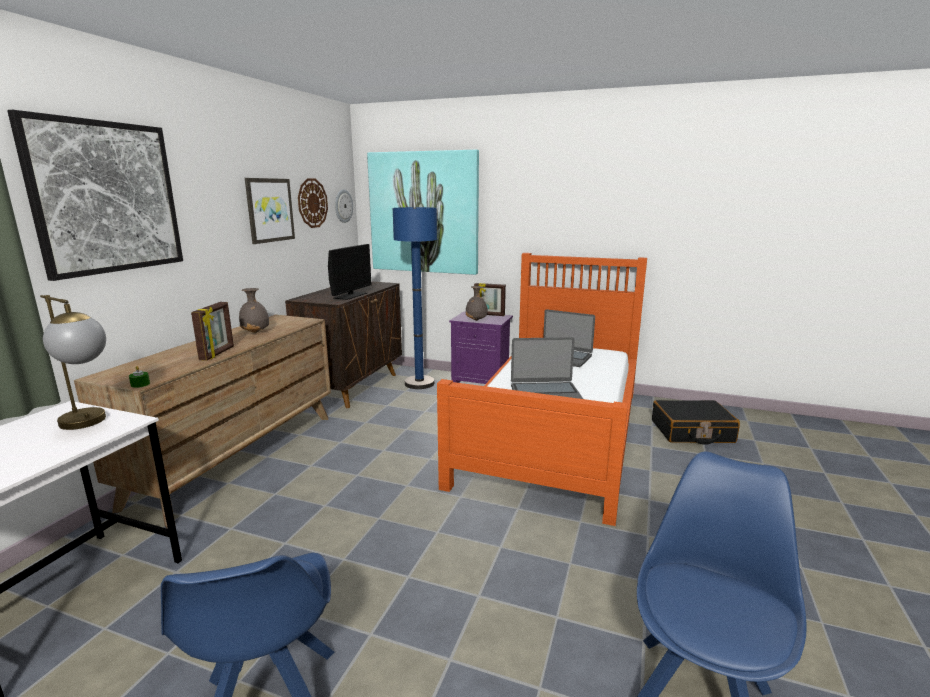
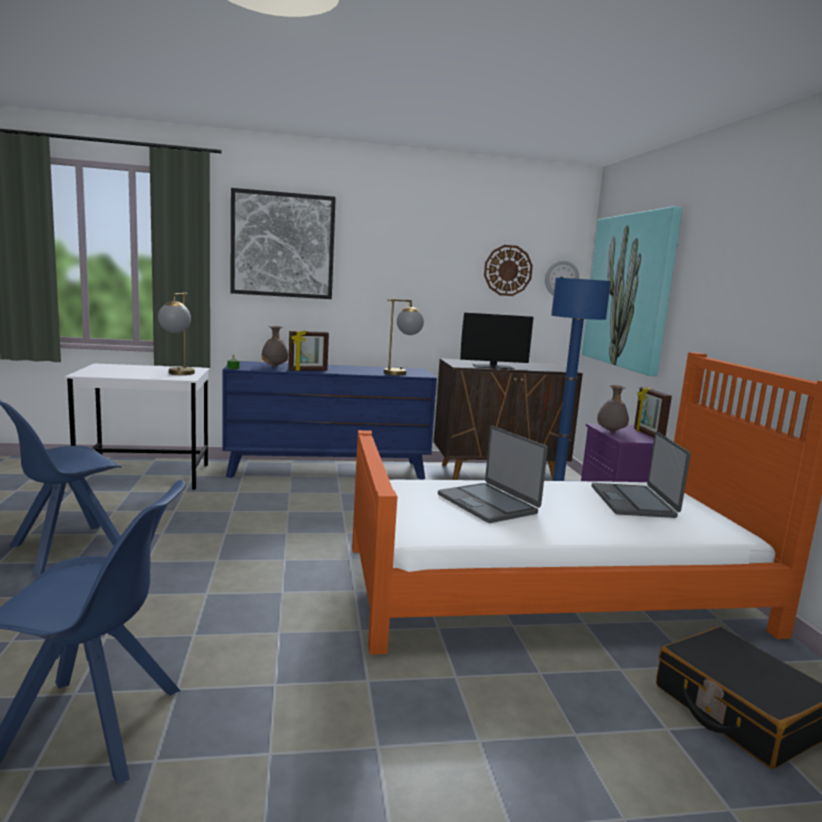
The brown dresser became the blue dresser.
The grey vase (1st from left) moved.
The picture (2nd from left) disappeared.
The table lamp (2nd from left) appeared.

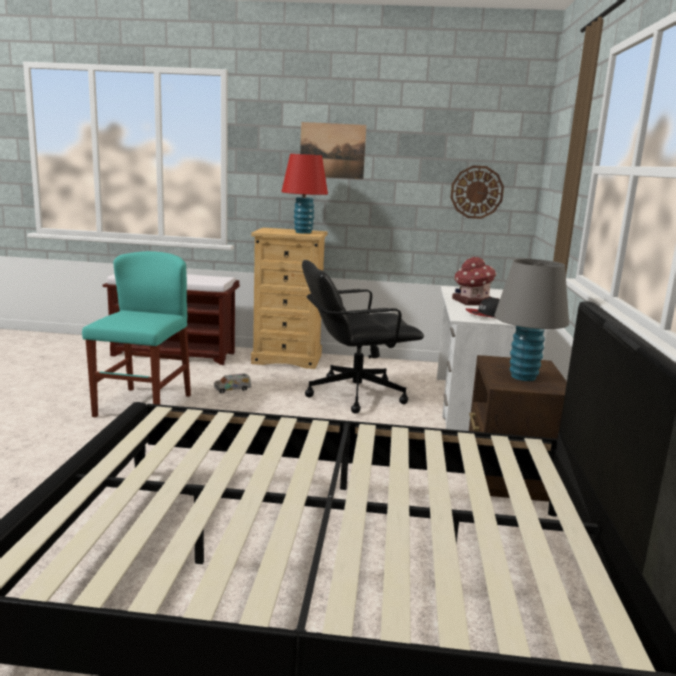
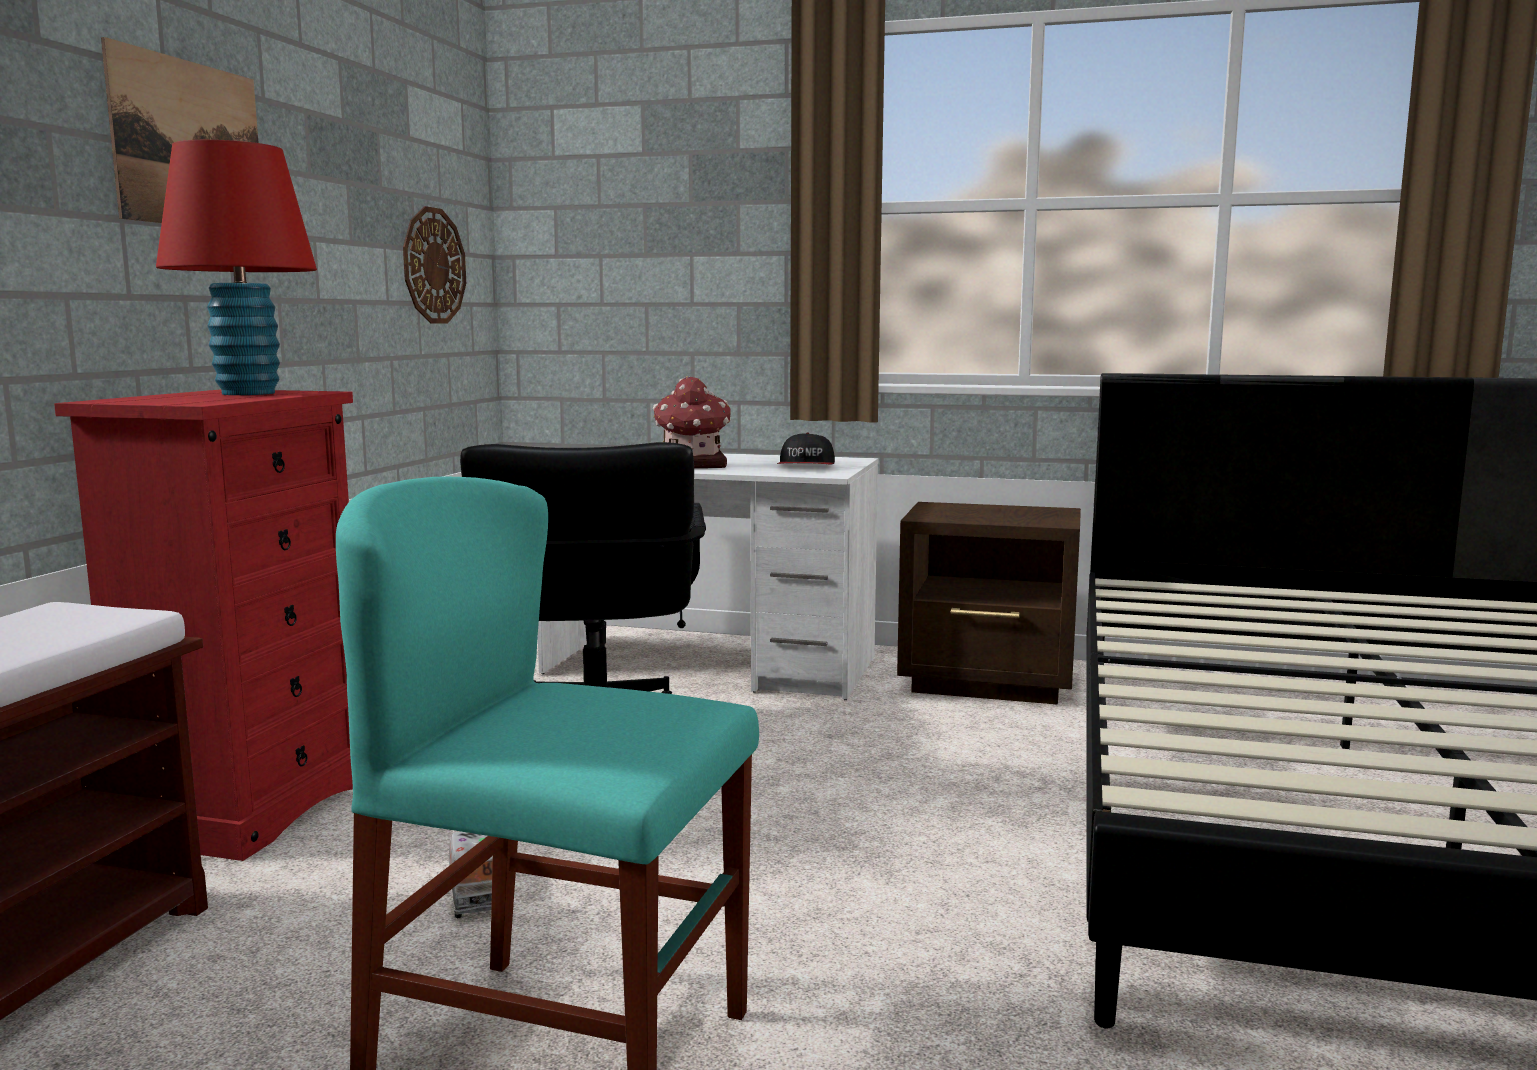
The beige dresser became the red dresser.
The grey table lamp disappeared.

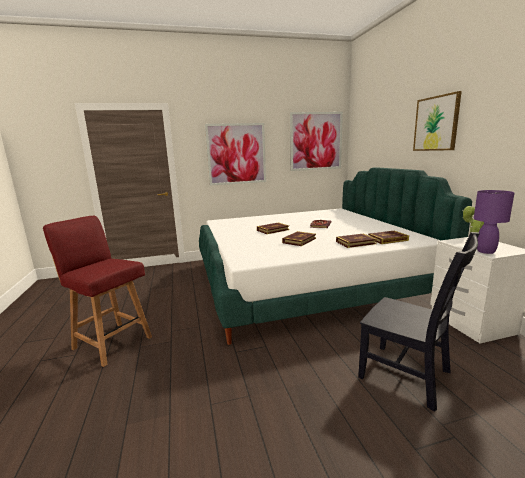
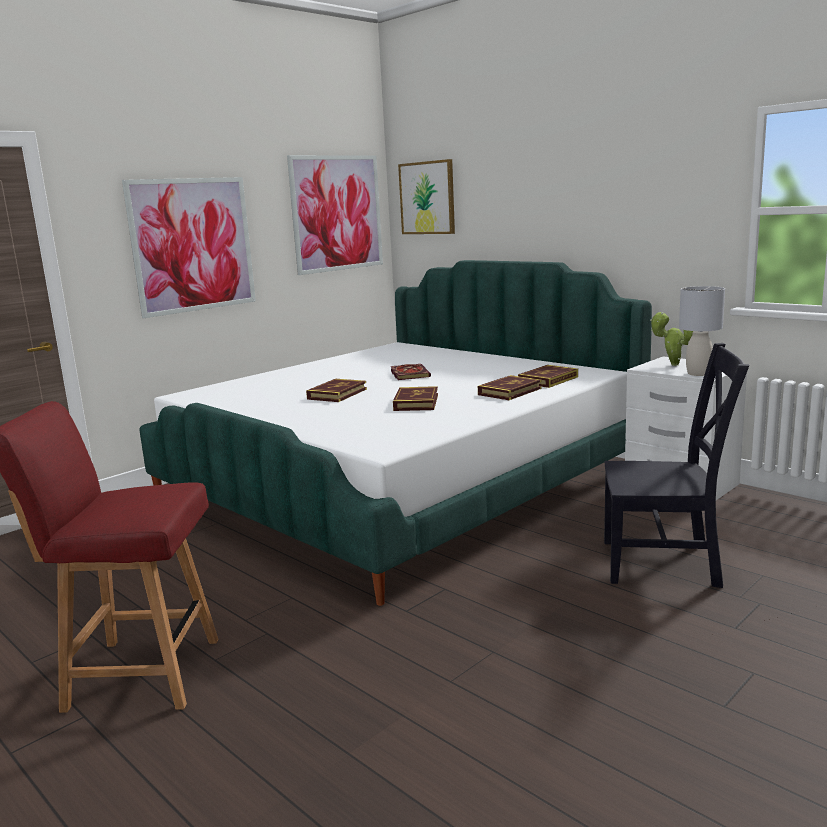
The picture (3rd from left) moved.
The purple table lamp became the grey table lamp.

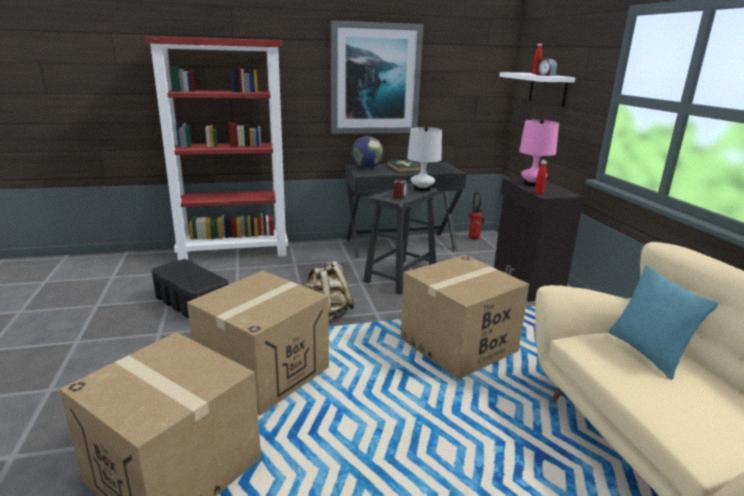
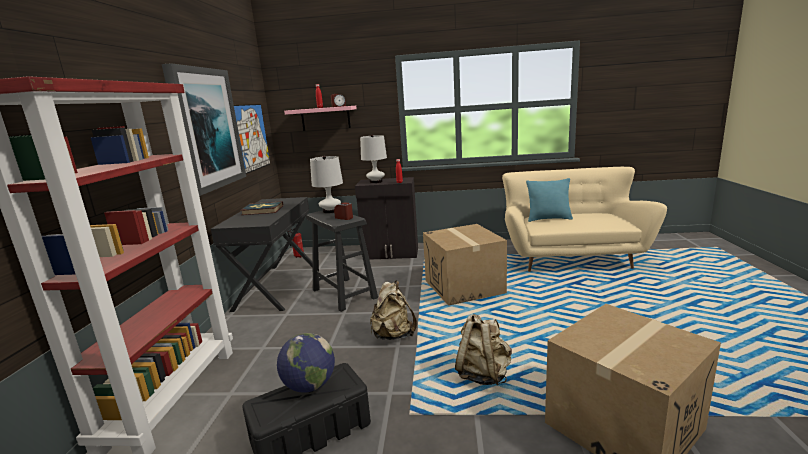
The cardboard box (2nd from left) was replaced by the beige backpack (2nd from left).
The globe moved.
The white shelf became the pink shelf.
The pink table lamp became the white table lamp (2nd from left).
The picture (2nd from left) appeared.

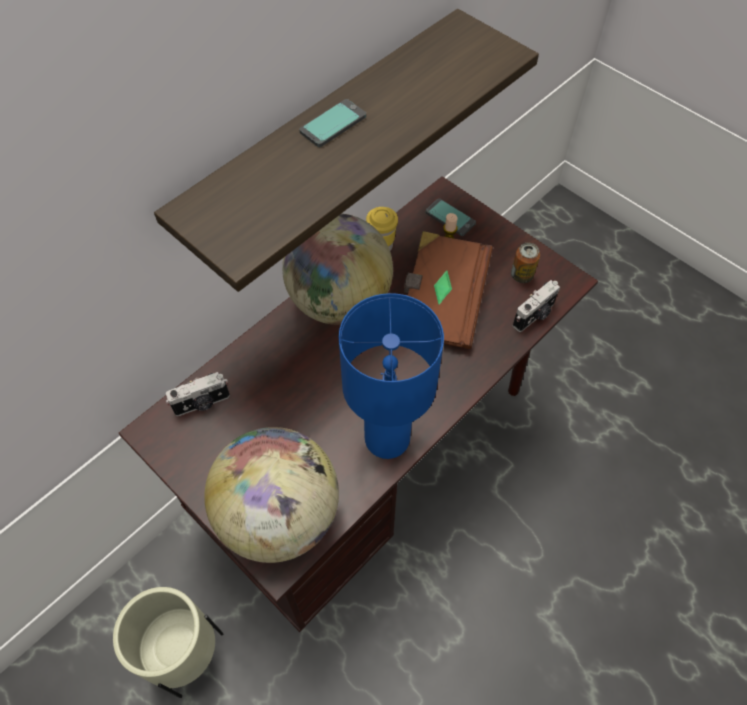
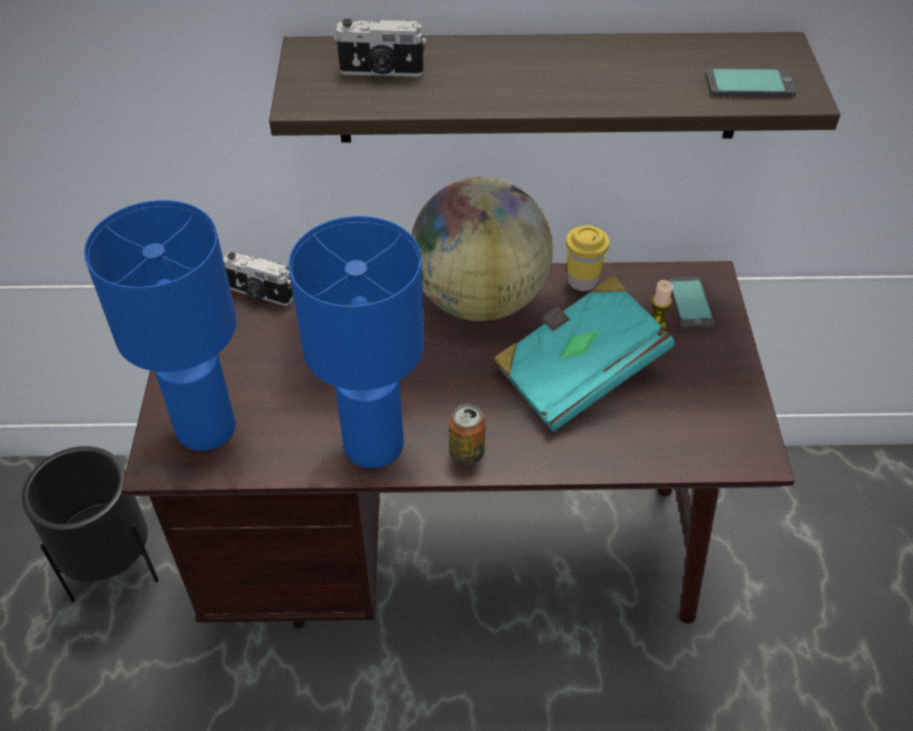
The beige planter became the black planter.
The globe (1st from left) was replaced by the blue table lamp (1st from left).
The phone (1st from left in the first image) moved.
The brown book became the turquoise book.
The can moved.
The photo camera (2nd from left) moved.

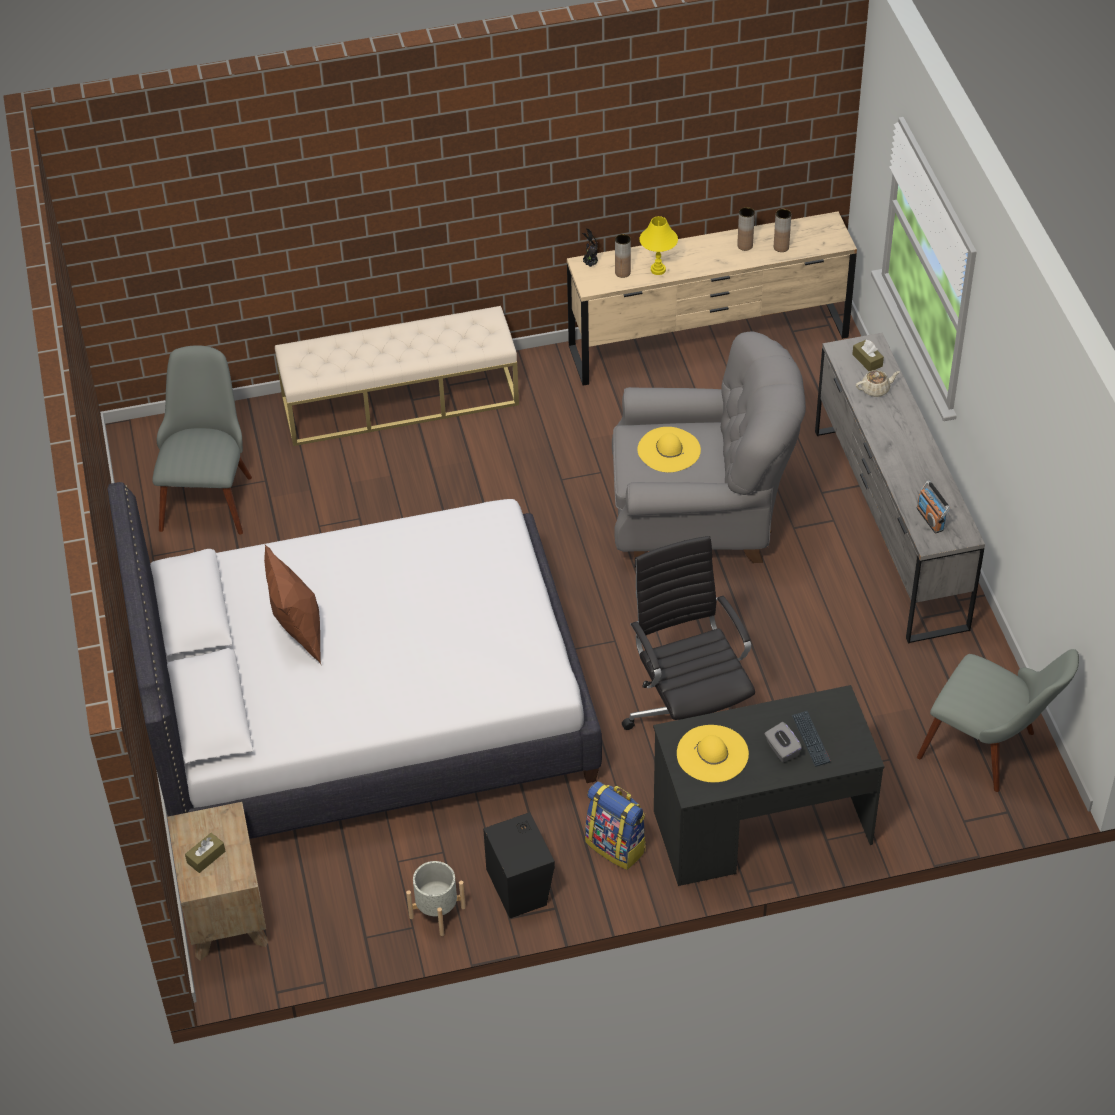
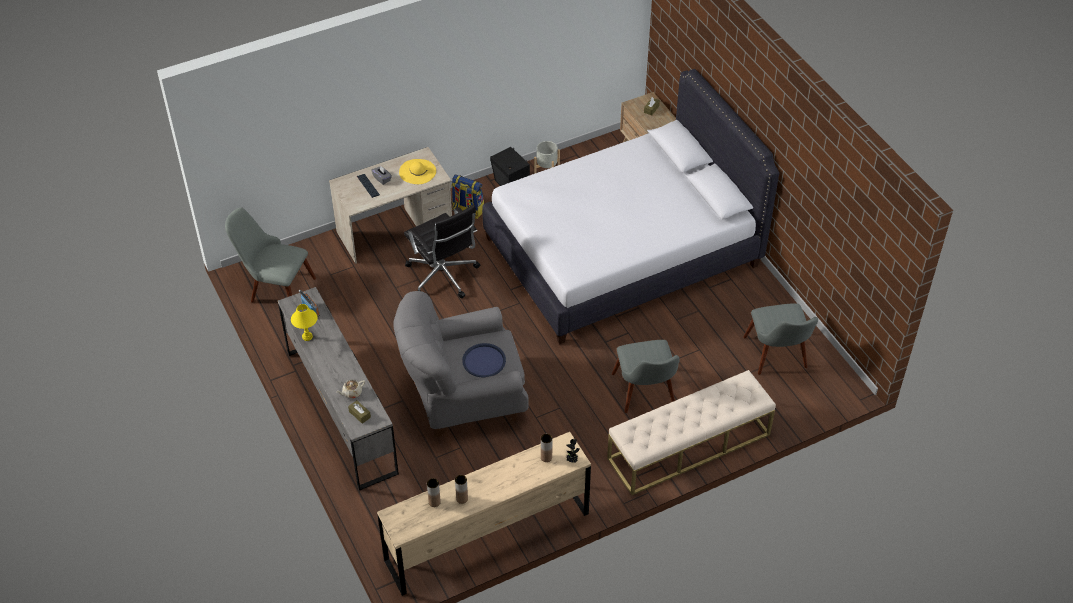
The brown pillow disappeared.
The yellow hat (1st from left) was replaced by the blue tray.
The yellow table lamp moved.
The black desk became the beige desk.
The grey chair (2nd from left) appeared.

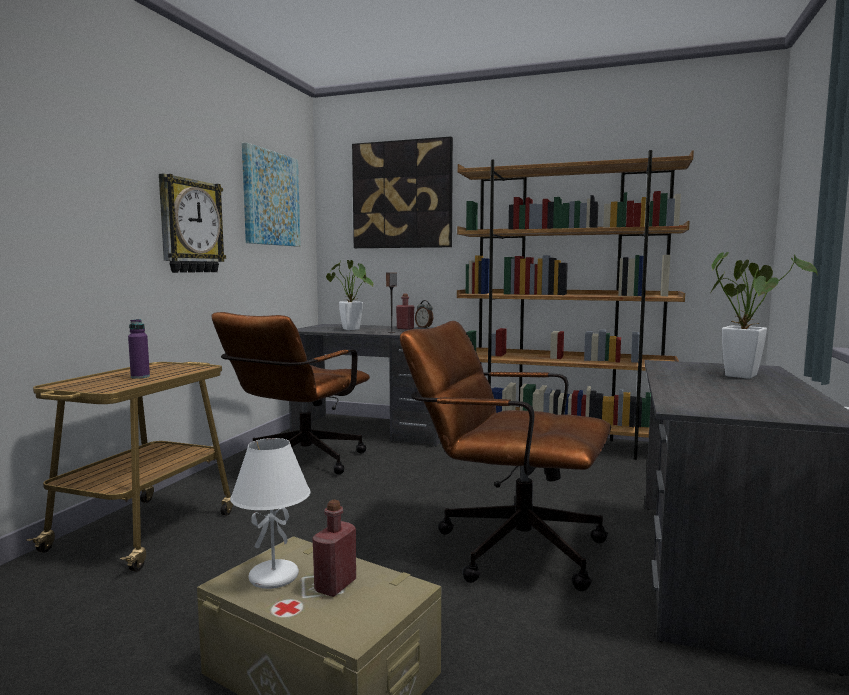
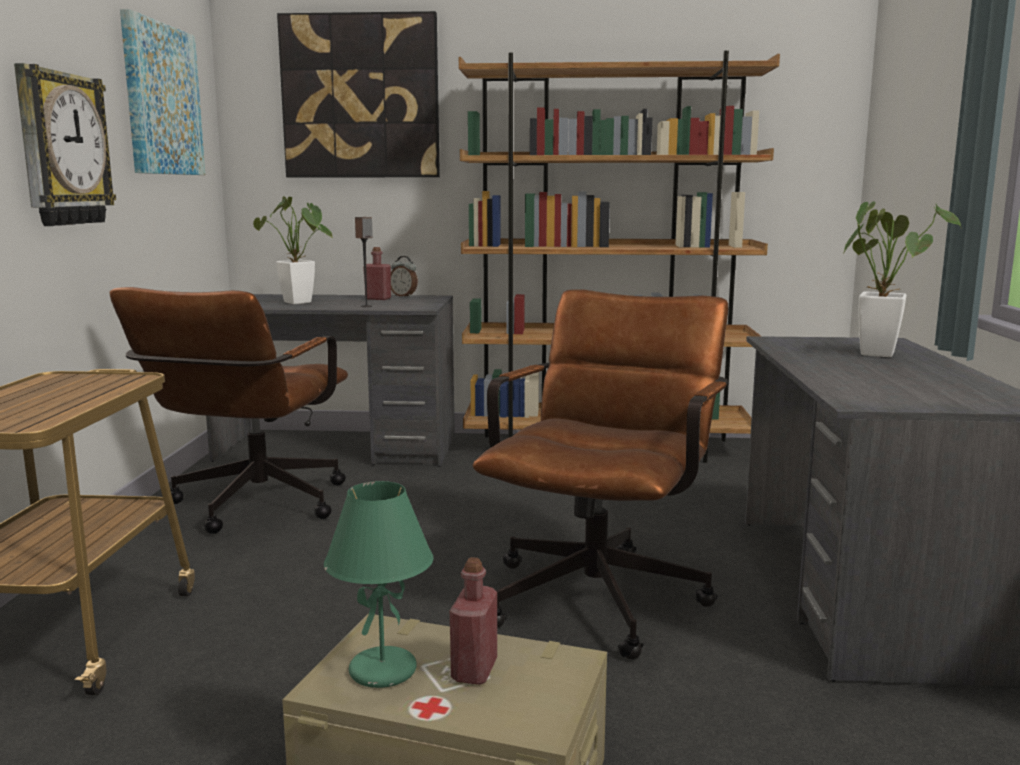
The purple bottle disappeared.
The white table lamp became the green table lamp.
The brown office chair (2nd from left) turned 105 degrees clockwise.

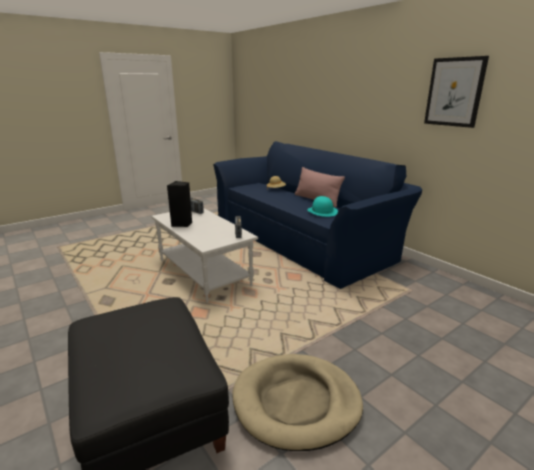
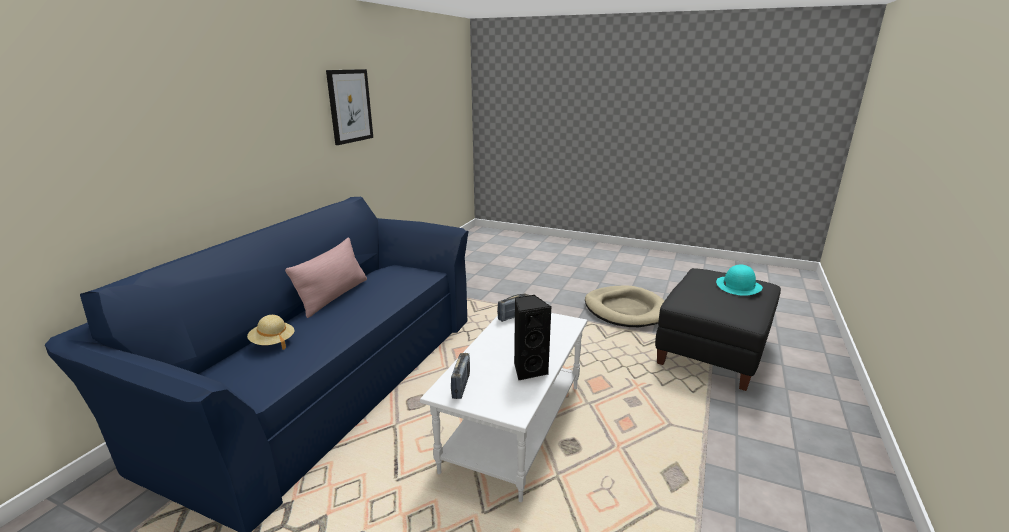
The turquoise hat moved.

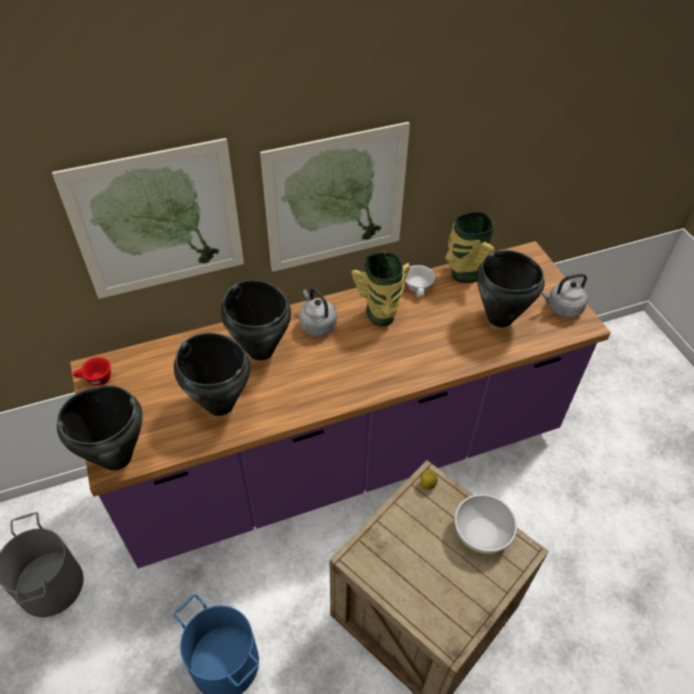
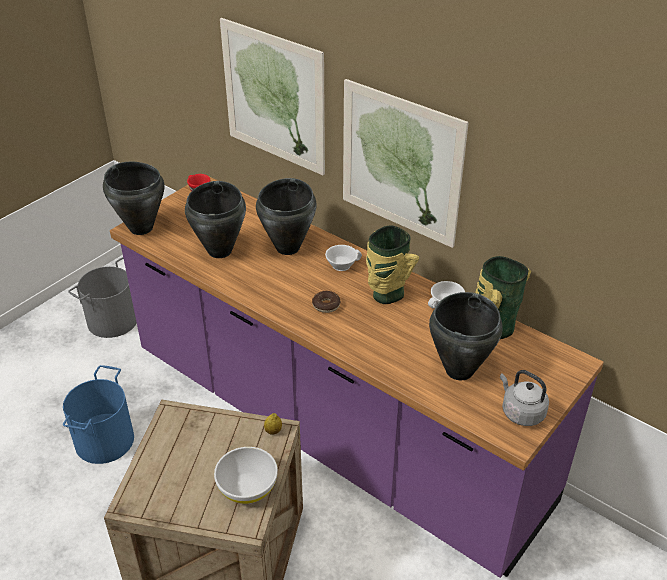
The grey kettle (1st from left) was replaced by the white cup (1st from left).
The donut appeared.

